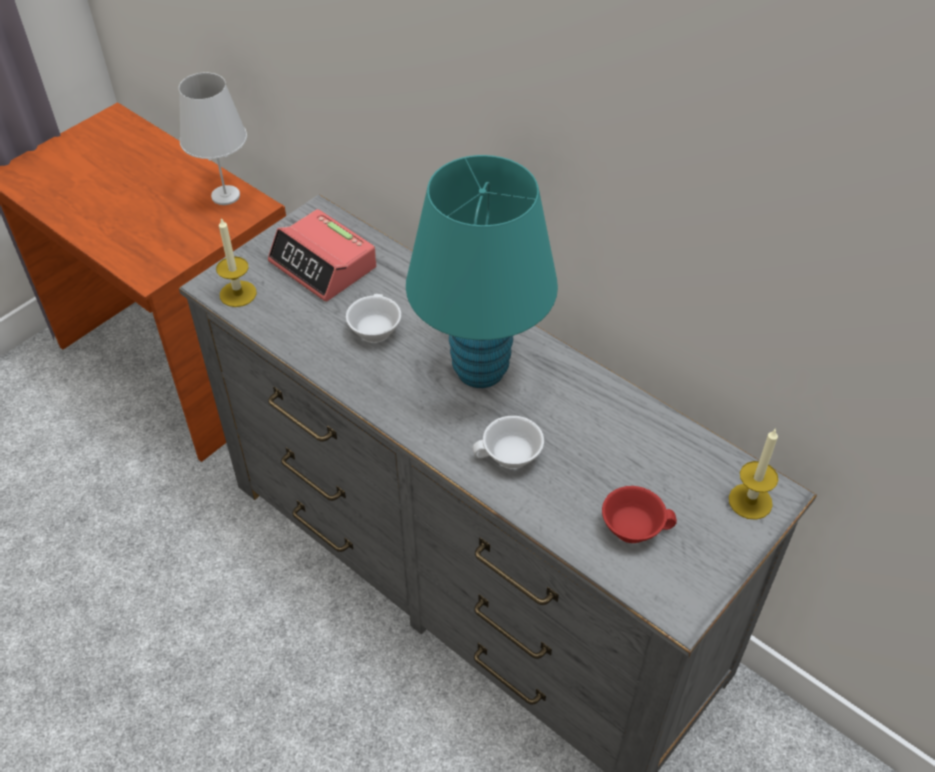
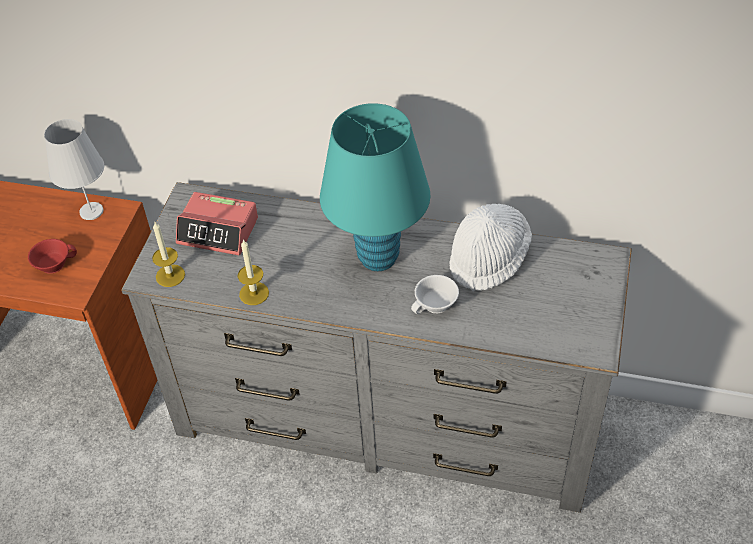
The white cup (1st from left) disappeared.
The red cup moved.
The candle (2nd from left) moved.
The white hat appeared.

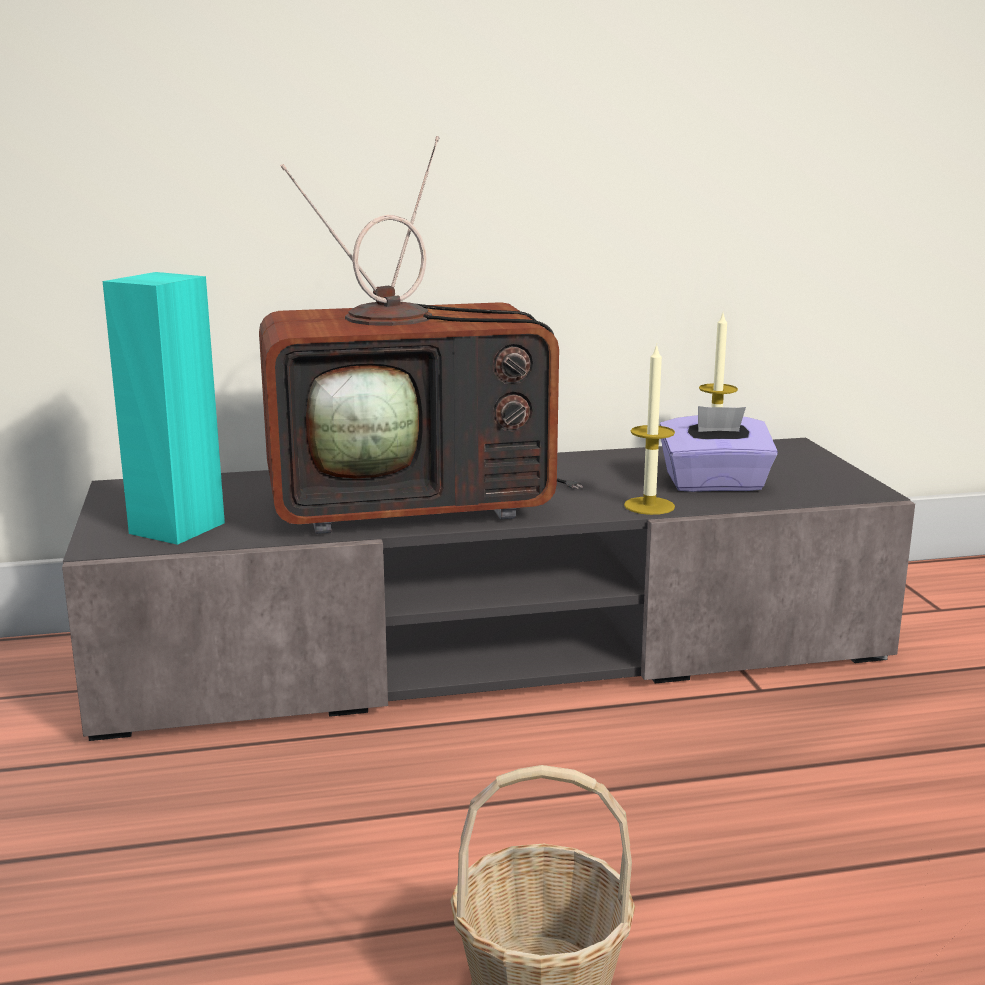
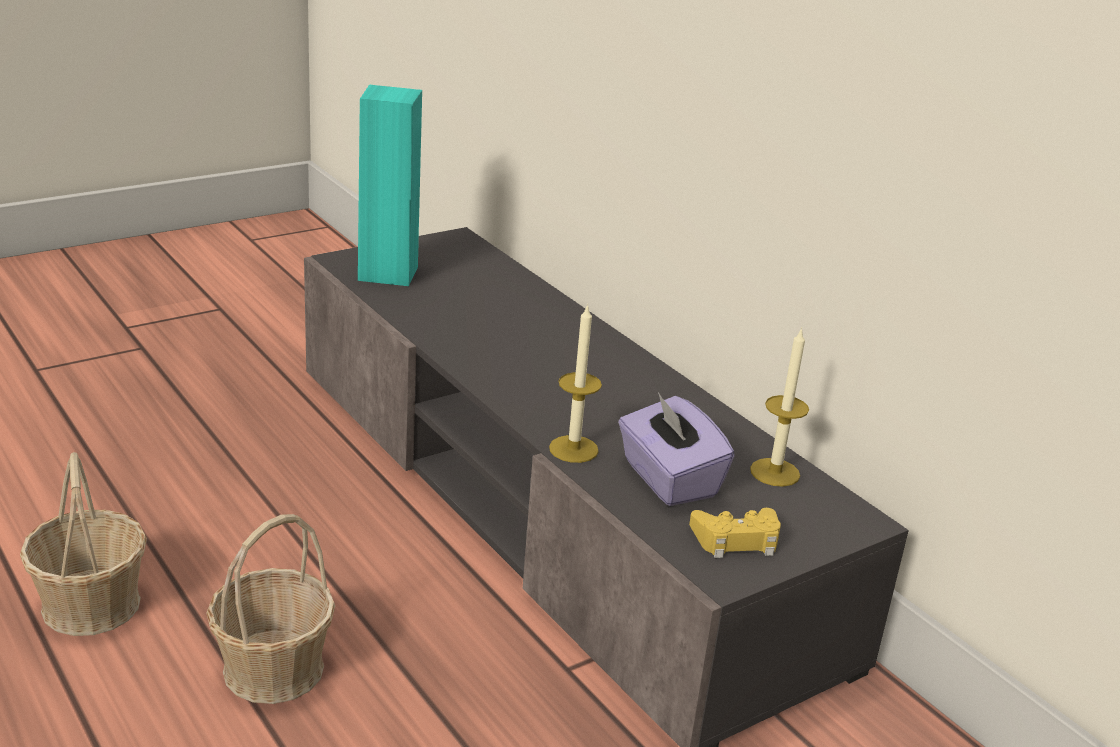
The television disappeared.
The basket (2nd from left) appeared.
The yellow game controller appeared.

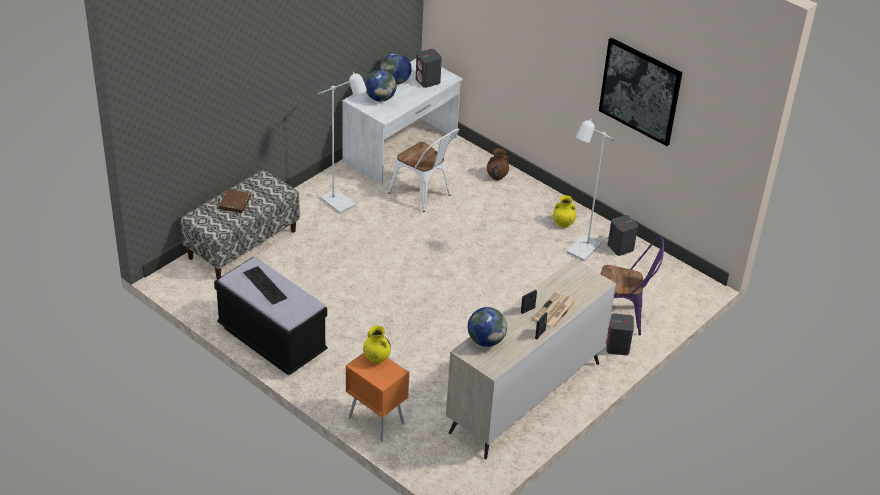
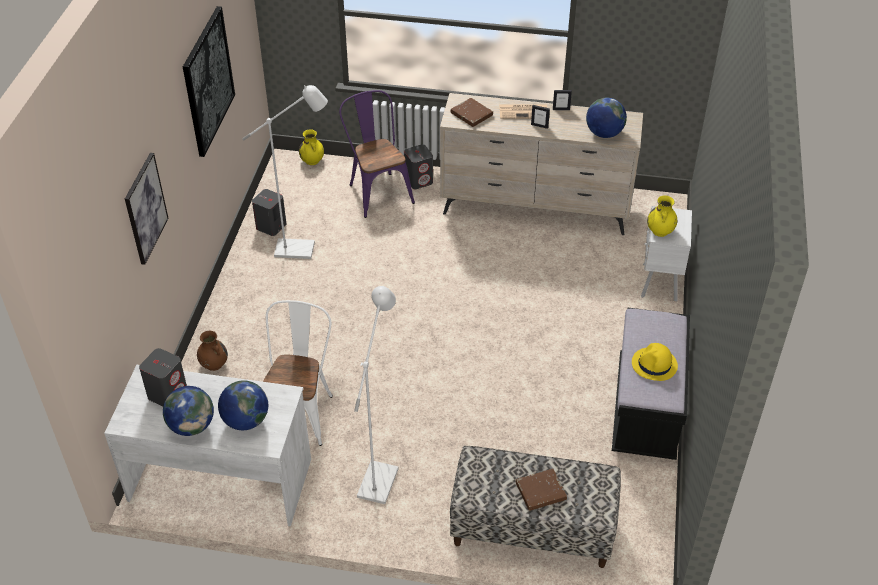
The keyboard was replaced by the yellow hat.
The orange nightstand became the white nightstand.
The yellow vase (2nd from left in the first image) moved.
The picture (1st from left) appeared.
The brown book (1st from left) appeared.

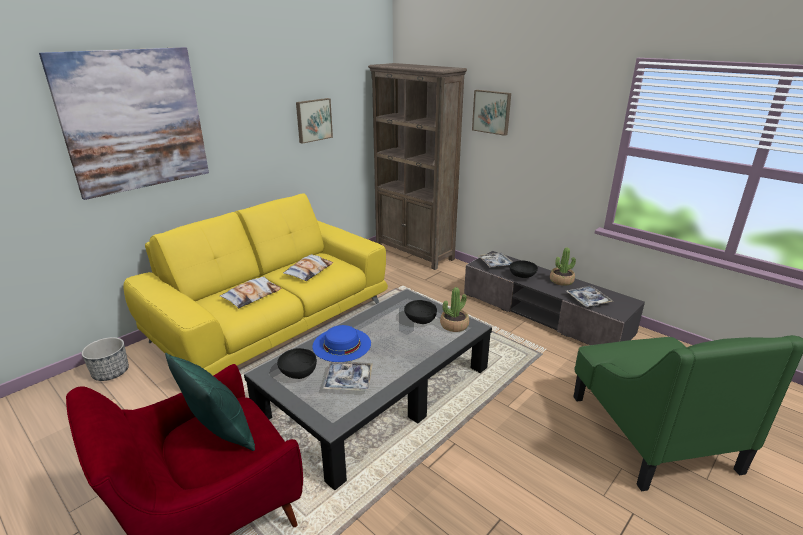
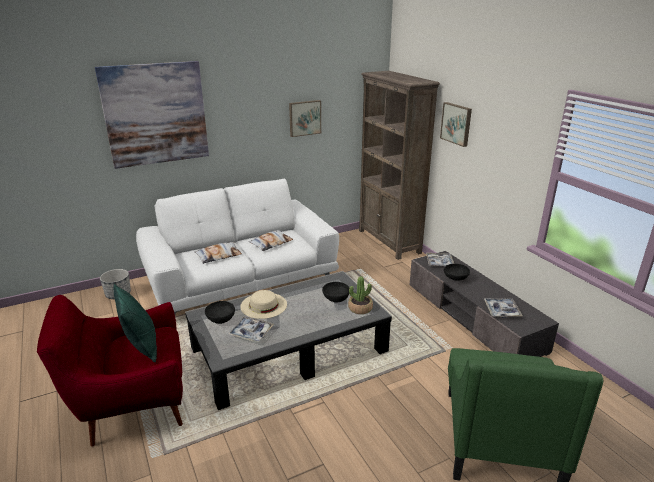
The yellow sofa became the white sofa.
The blue hat became the beige hat.
The potted plant (2nd from left) disappeared.

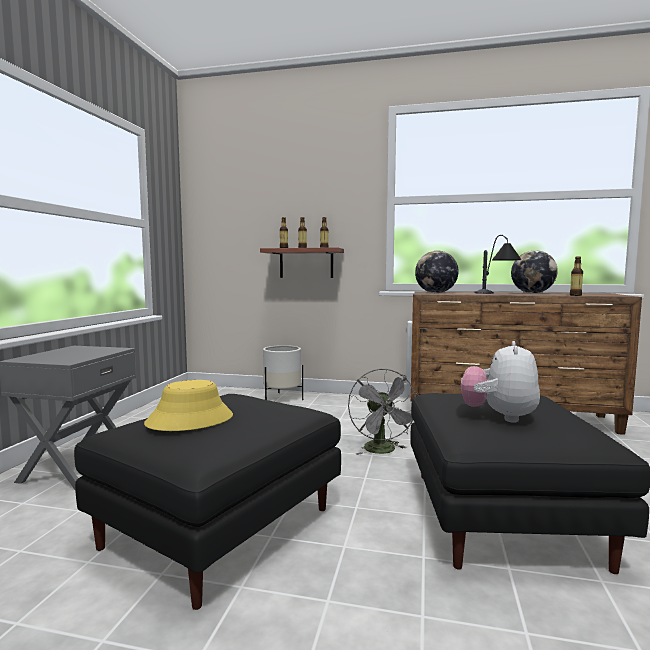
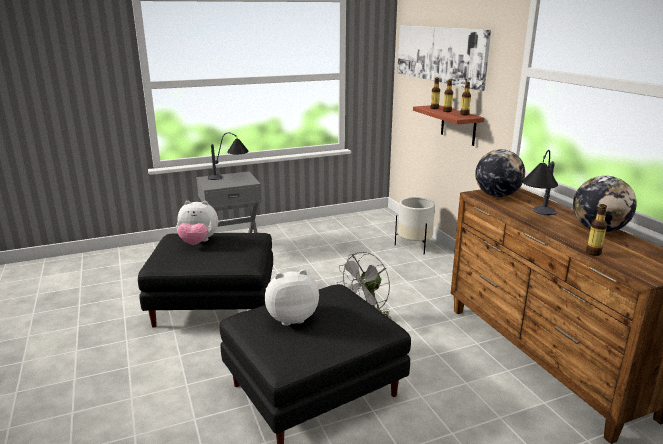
The yellow hat was replaced by the plush toy (1st from left).
The table lamp (1st from left) appeared.
The picture appeared.

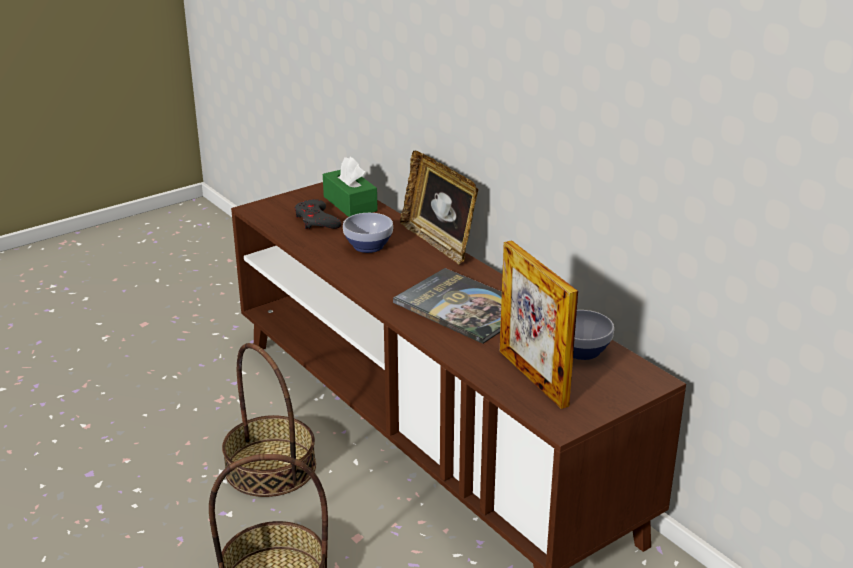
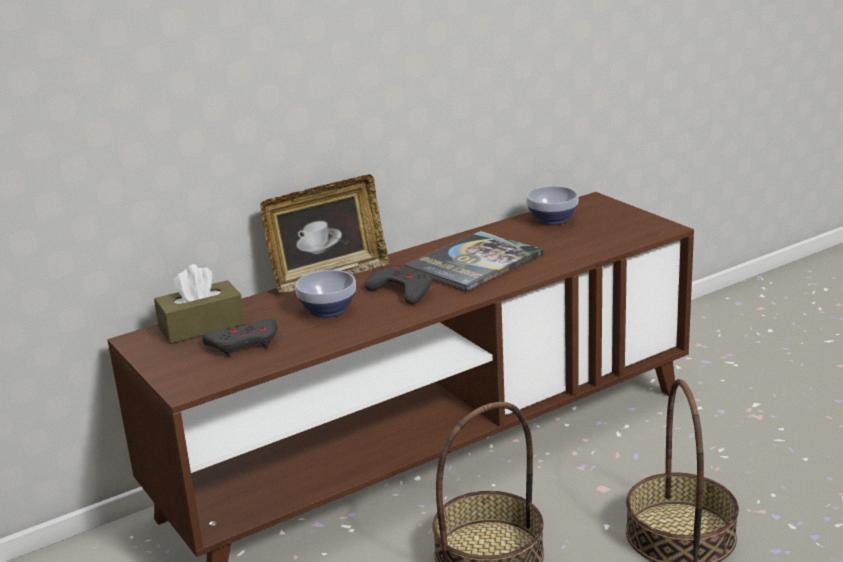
The green tissue box became the brown tissue box.
The picture frame (2nd from left) disappeared.
The grey game controller (2nd from left) appeared.

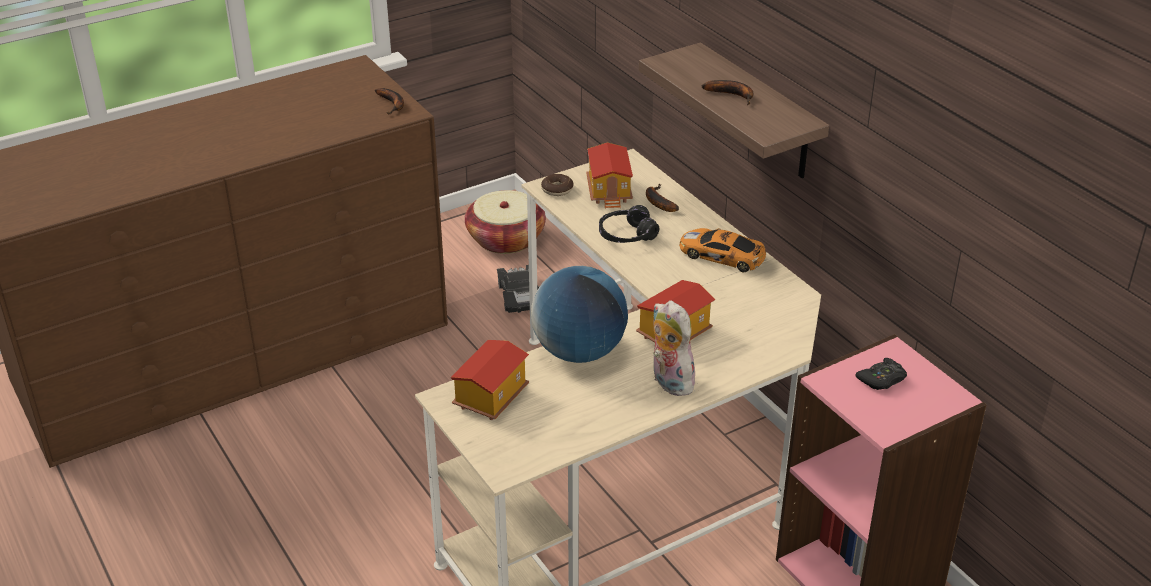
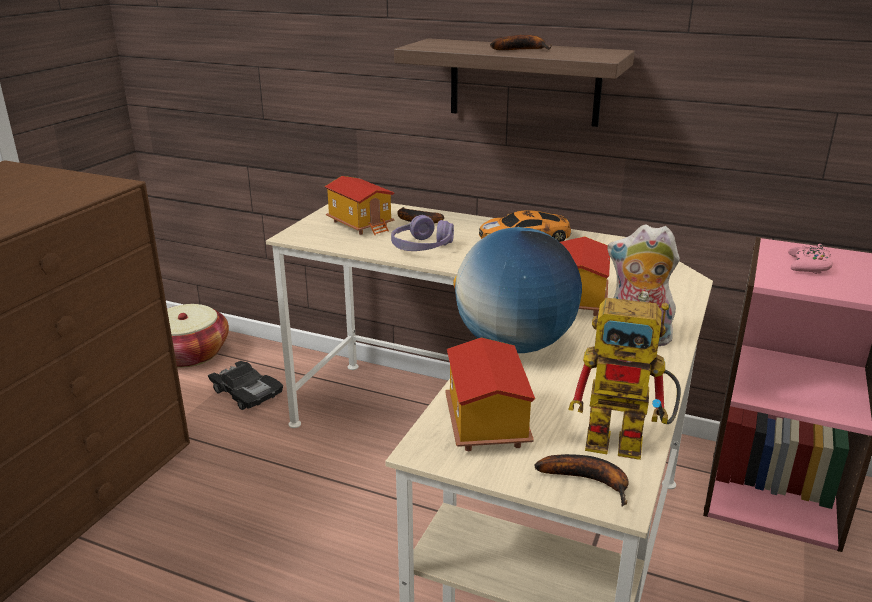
The banana (1st from left in the first image) moved.
The donut disappeared.
The black headphones became the purple headphones.
The black game controller became the pink game controller.
The toy robot appeared.

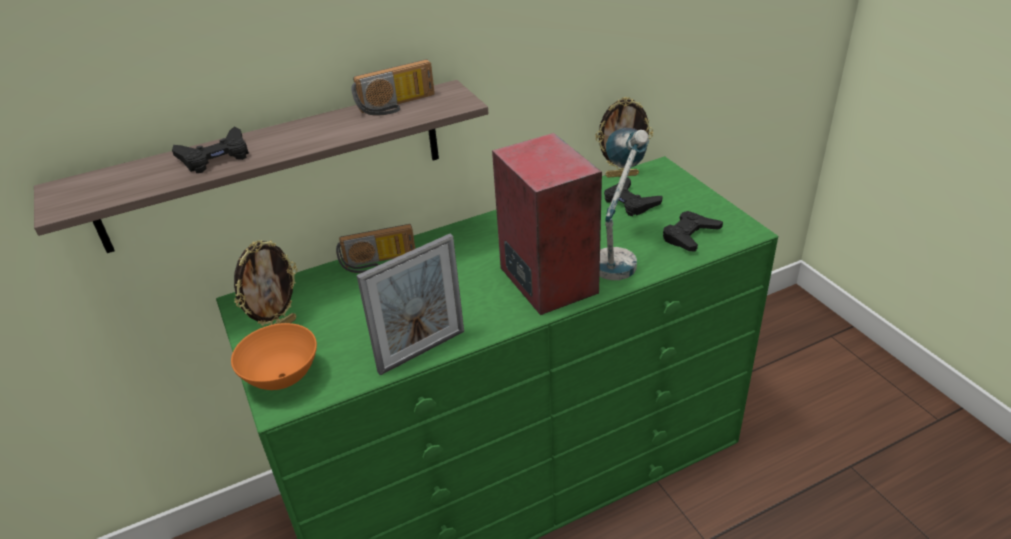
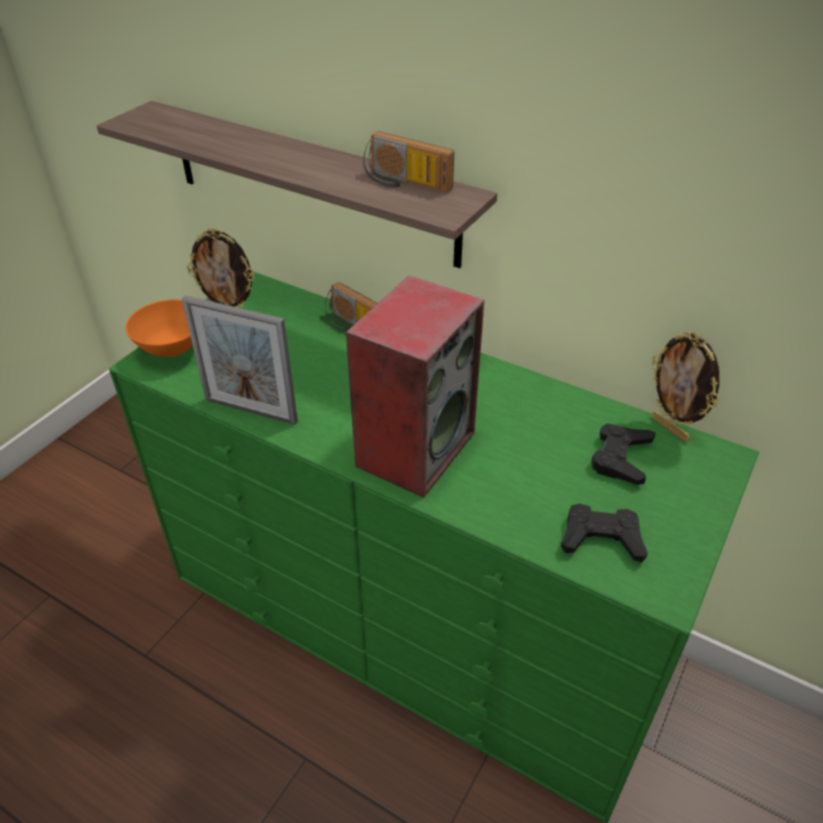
The black game controller (1st from left) disappeared.
The table lamp disappeared.

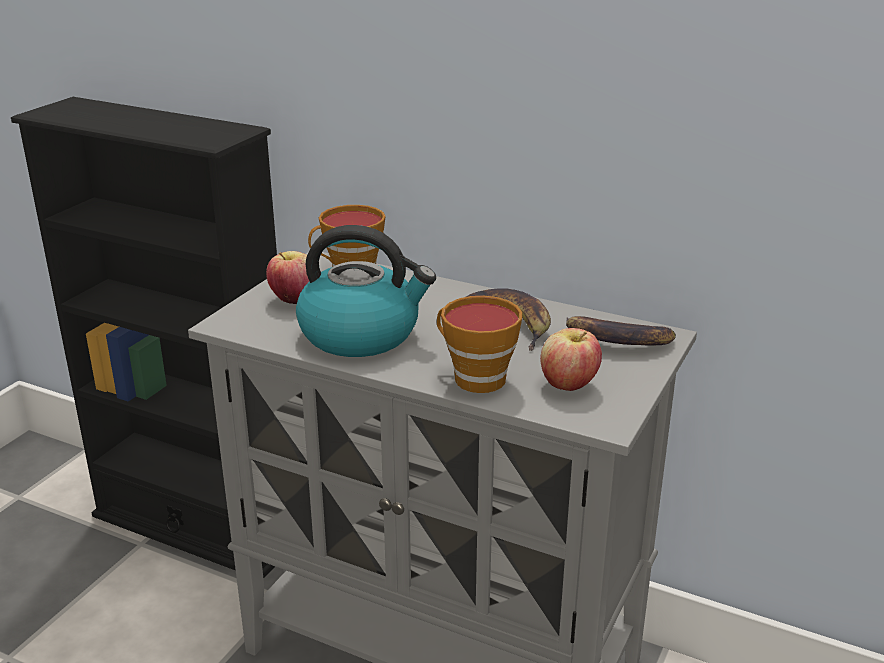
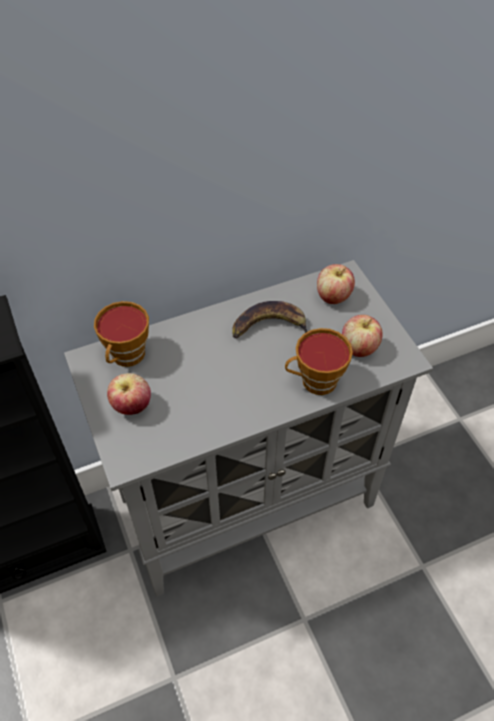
The kettle disappeared.
The banana (2nd from left) was replaced by the apple (2nd from left).

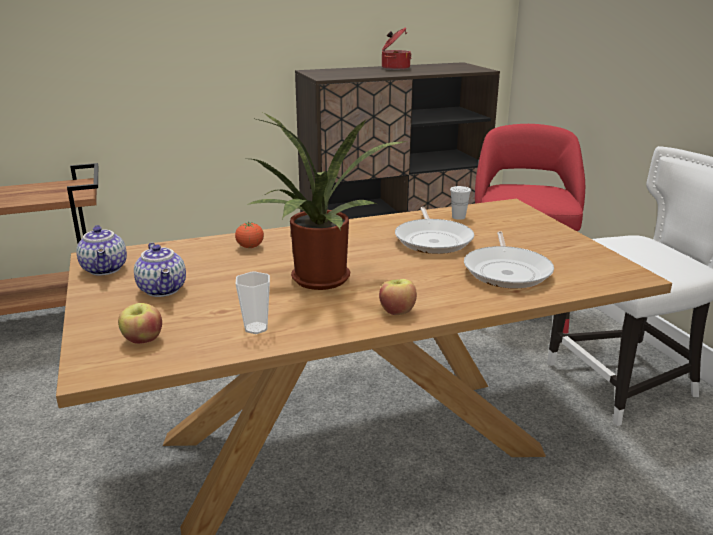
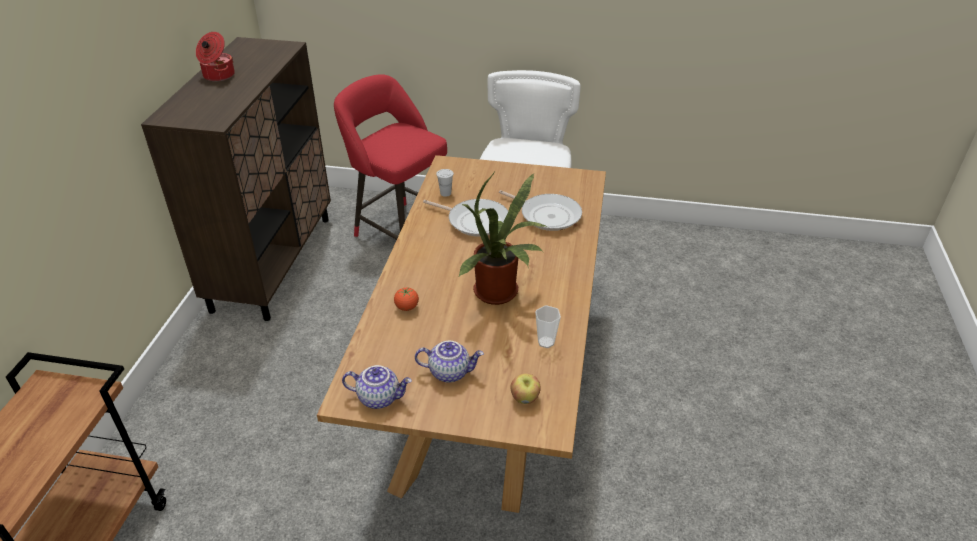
The apple (2nd from left) disappeared.

